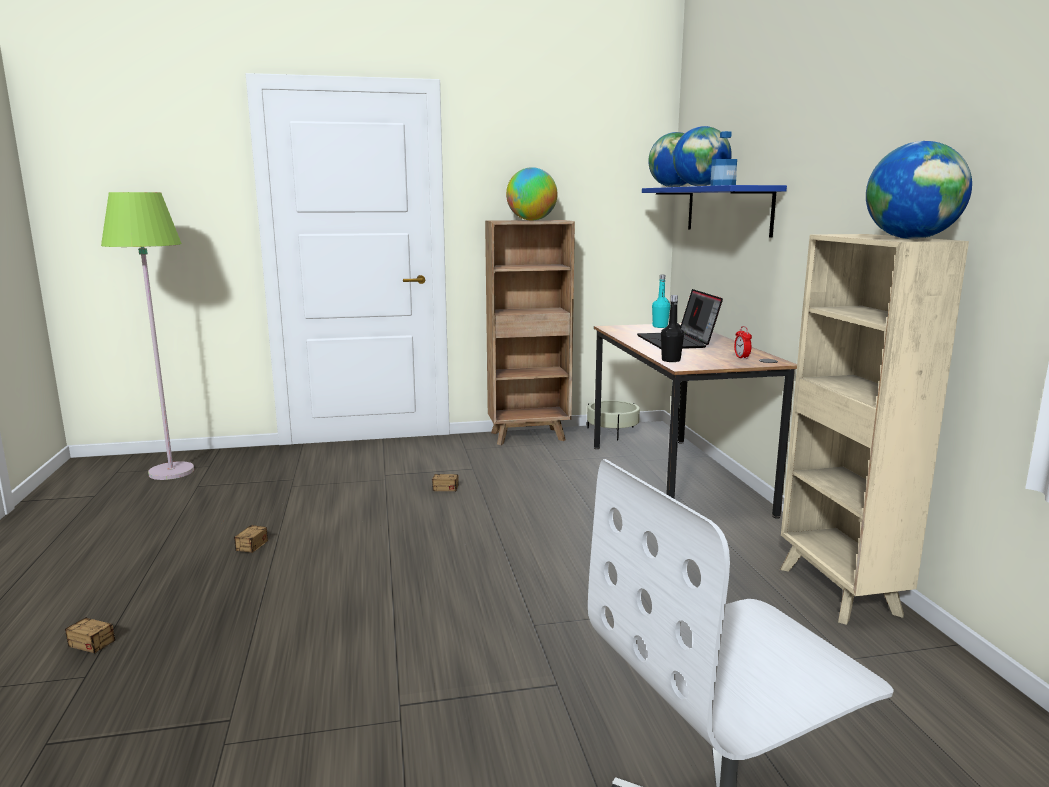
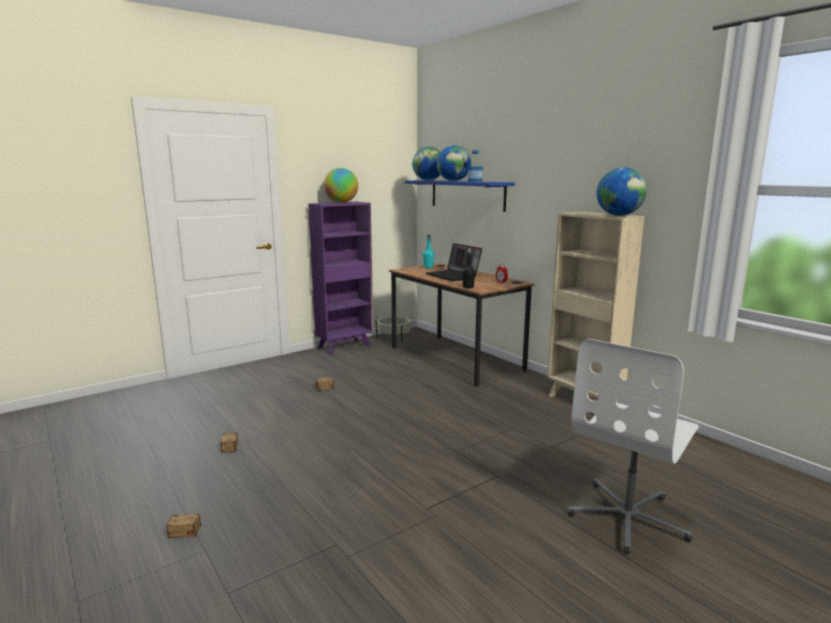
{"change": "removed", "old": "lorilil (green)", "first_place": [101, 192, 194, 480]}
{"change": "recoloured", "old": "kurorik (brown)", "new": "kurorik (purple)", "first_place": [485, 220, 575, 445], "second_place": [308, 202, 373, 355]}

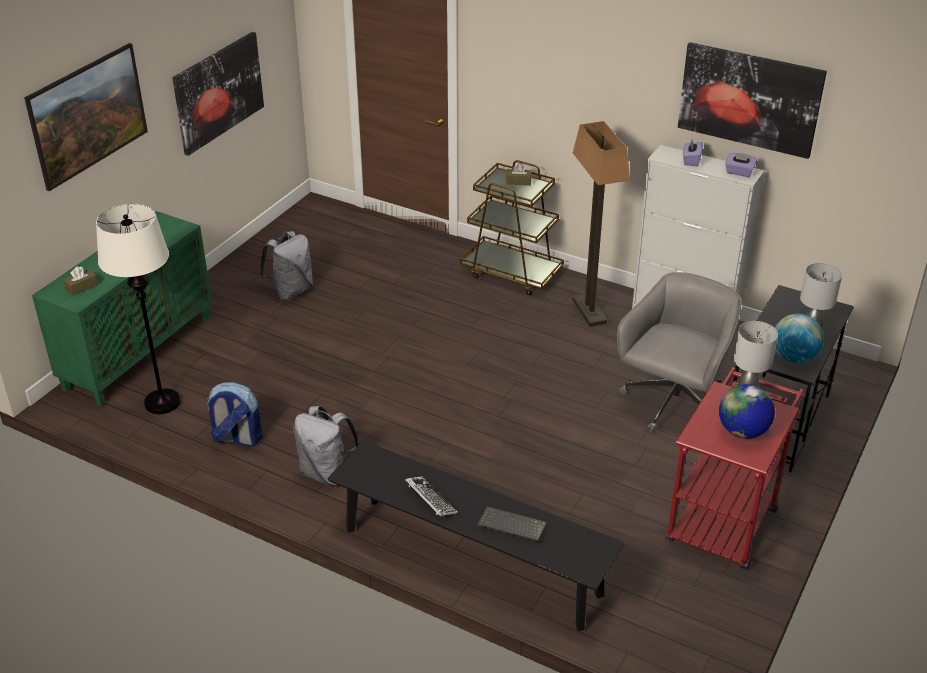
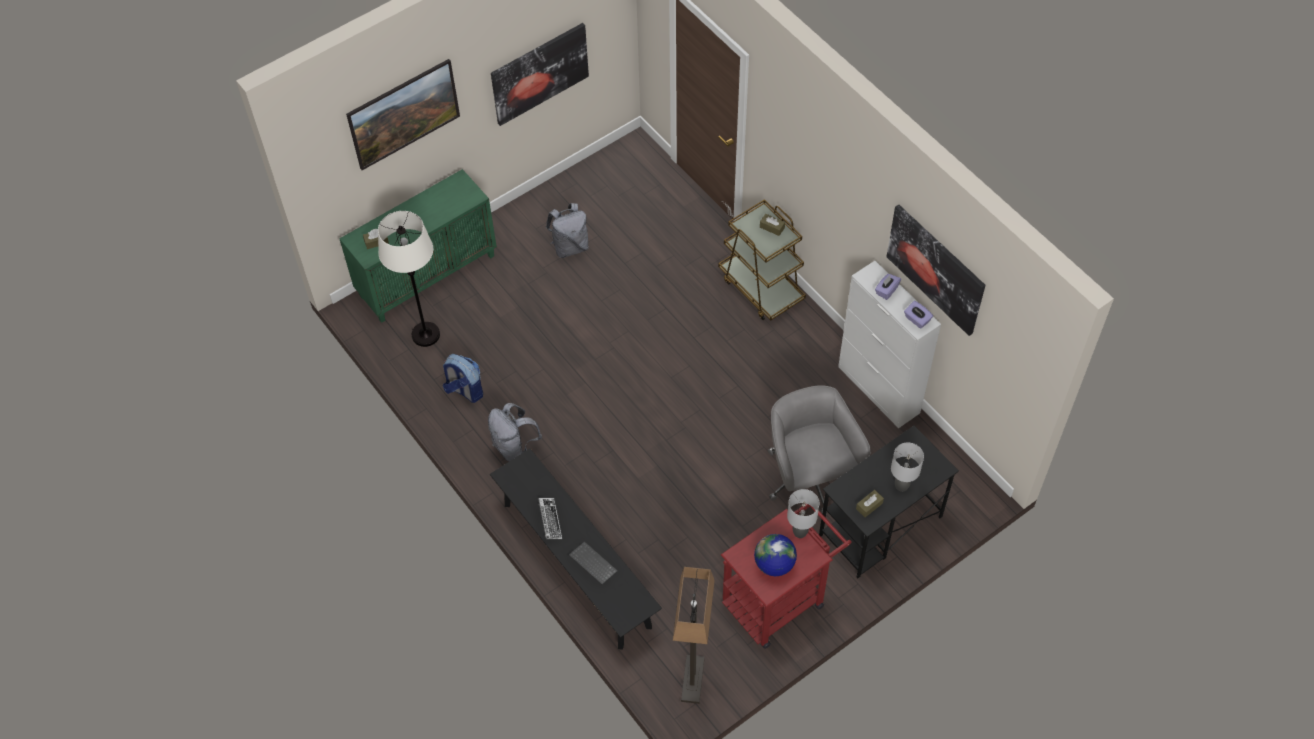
{"change": "moved", "old": "lorilil", "first_place": [572, 121, 630, 327], "second_place": [673, 567, 715, 704]}
{"change": "replaced", "old": "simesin", "new": "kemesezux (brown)", "first_place": [775, 314, 824, 363], "second_place": [856, 490, 884, 517]}
{"change": "turned", "old": "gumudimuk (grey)", "first_place": [617, 272, 741, 433], "second_place": [768, 385, 871, 515], "degrees": -75}

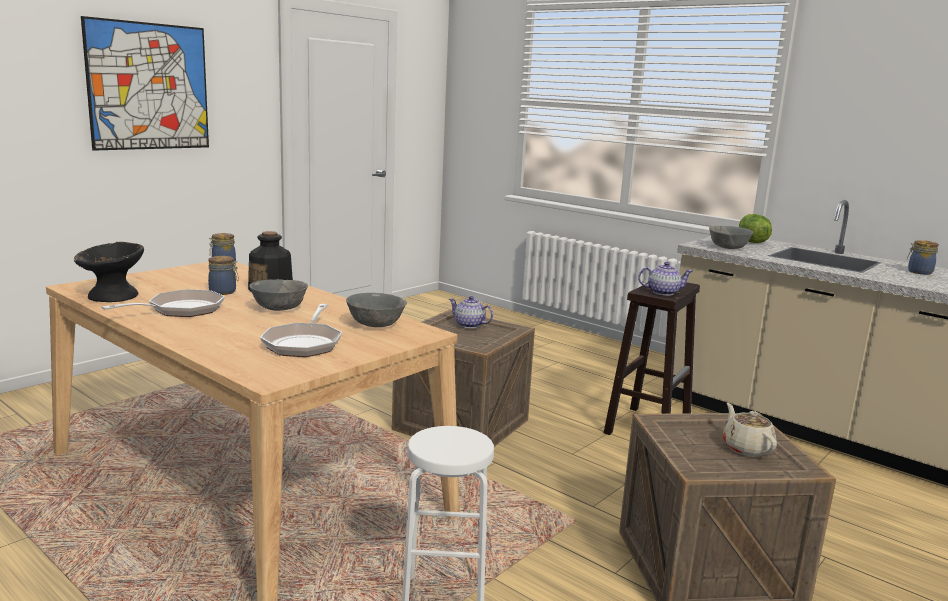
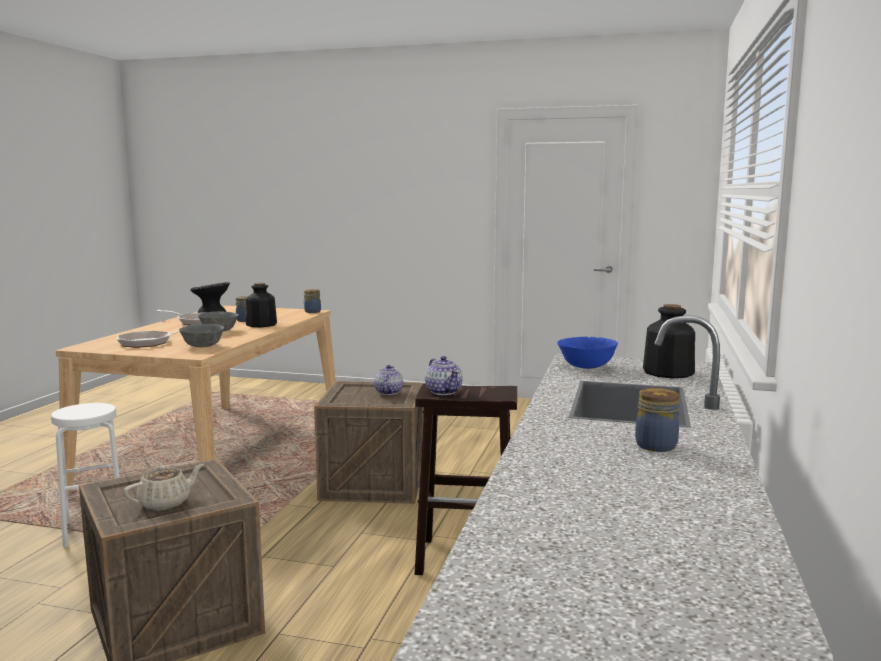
{"change": "removed", "old": "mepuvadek", "first_place": [81, 16, 209, 151]}
{"change": "replaced", "old": "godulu", "new": "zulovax", "first_place": [739, 214, 772, 243], "second_place": [643, 304, 695, 378]}
{"change": "recoloured", "old": "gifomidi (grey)", "new": "gifomidi (blue)", "first_place": [709, 226, 753, 249], "second_place": [557, 337, 618, 369]}

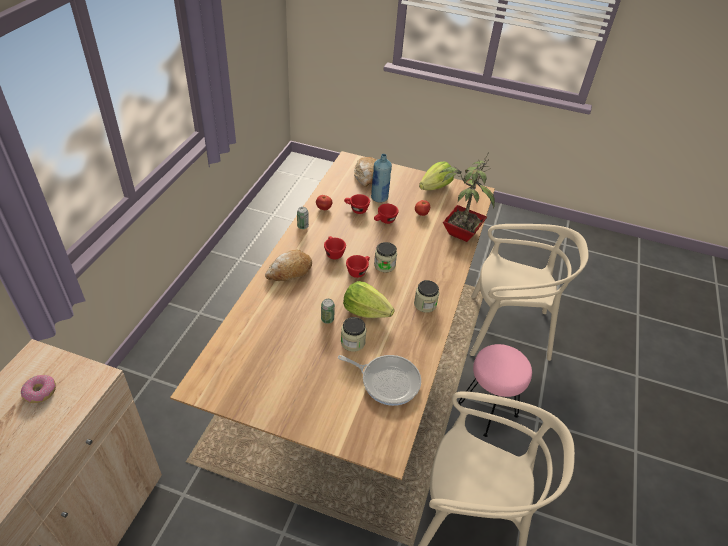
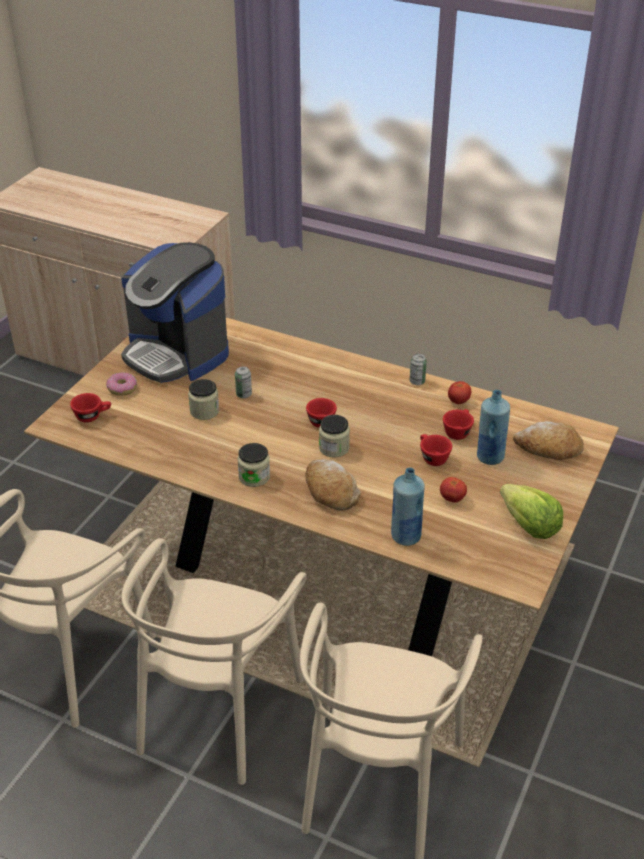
{"change": "removed", "old": "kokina", "first_place": [338, 355, 421, 406]}
{"change": "removed", "old": "godulu", "first_place": [343, 281, 395, 318]}
{"change": "added", "new": "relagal", "second_place": [121, 242, 229, 383]}
{"change": "moved", "old": "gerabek", "first_place": [21, 375, 56, 403], "second_place": [106, 372, 137, 396]}
{"change": "moved", "old": "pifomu", "first_place": [265, 249, 312, 281], "second_place": [306, 460, 360, 510]}
{"change": "moved", "old": "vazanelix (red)", "first_place": [324, 236, 346, 259], "second_place": [70, 393, 111, 423]}
{"change": "replaced", "old": "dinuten", "new": "zulovax (blue)", "first_place": [440, 152, 495, 242], "second_place": [391, 467, 425, 546]}
{"change": "replaced", "old": "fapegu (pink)", "new": "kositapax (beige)", "first_place": [459, 344, 532, 437], "second_place": [121, 538, 307, 785]}

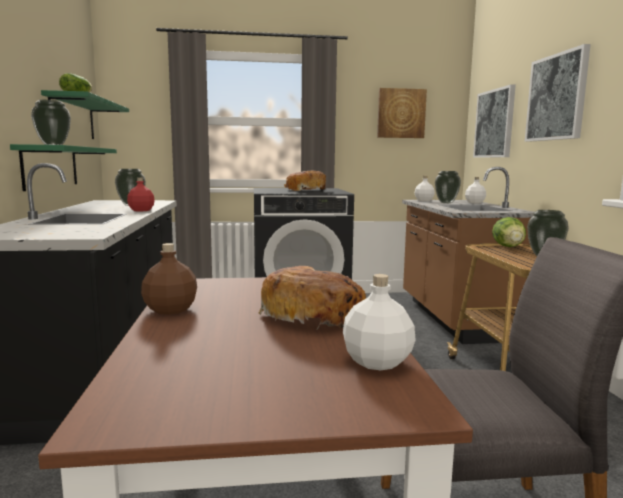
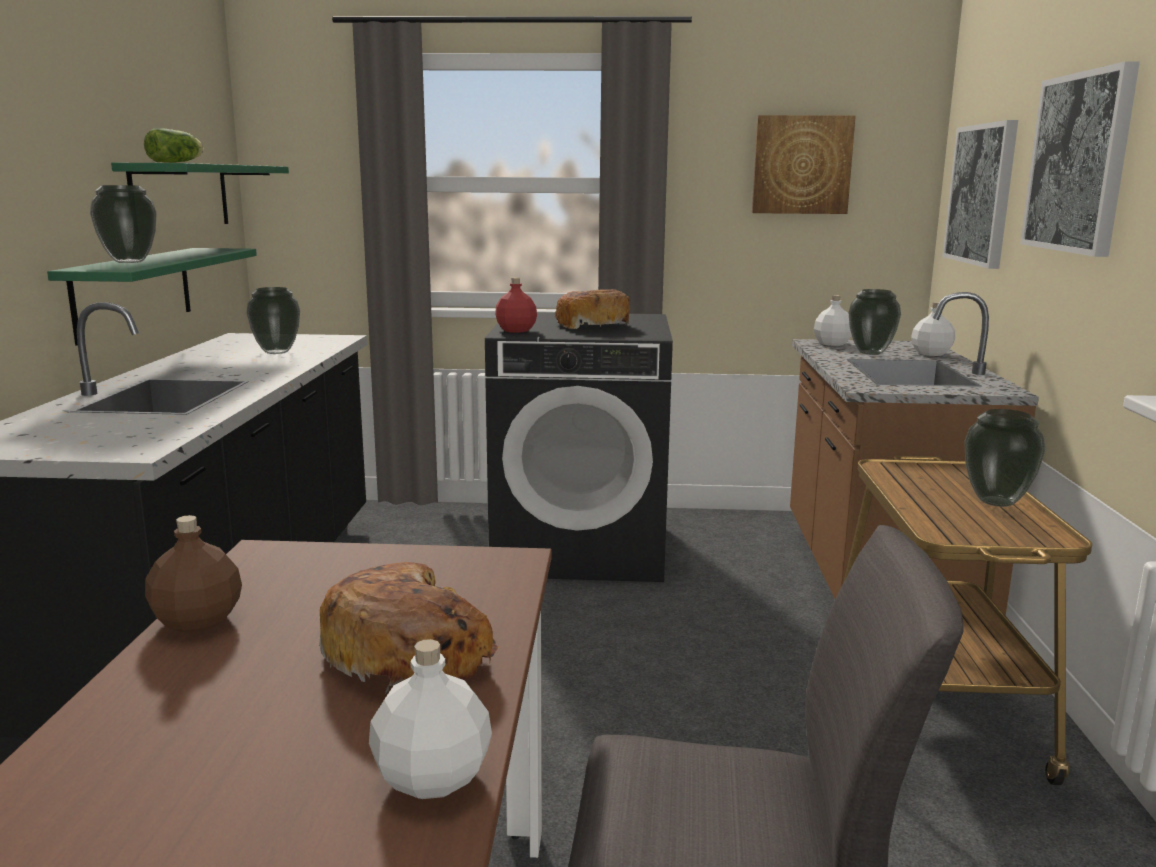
{"change": "removed", "old": "godulu", "first_place": [492, 217, 526, 247]}
{"change": "moved", "old": "zulovax (red)", "first_place": [127, 177, 155, 211], "second_place": [495, 277, 537, 333]}

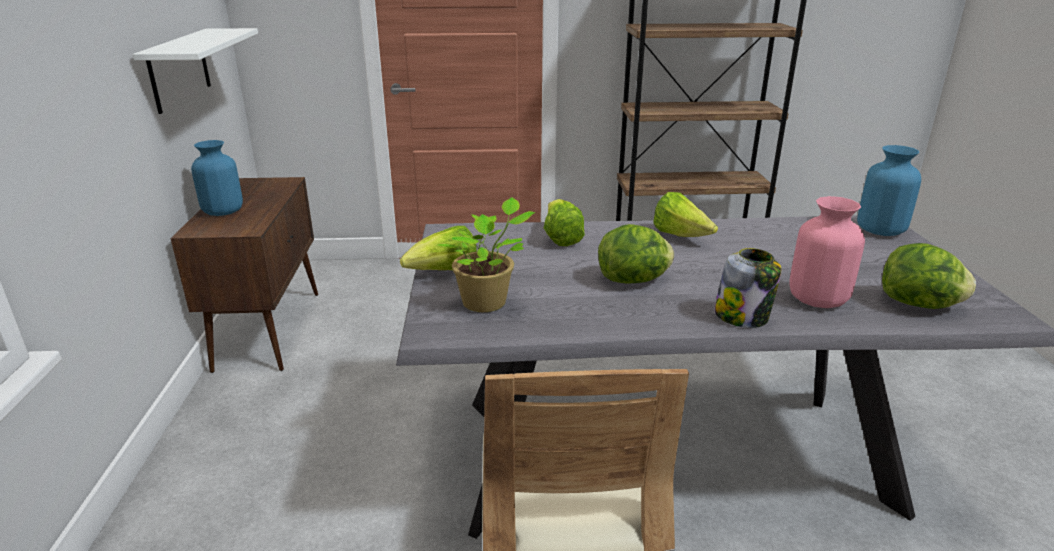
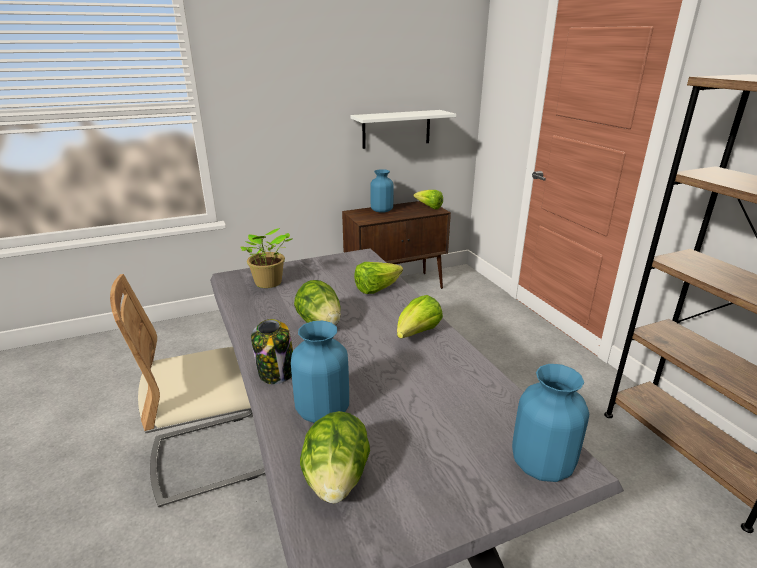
{"change": "moved", "old": "godulu", "first_place": [400, 226, 477, 270], "second_place": [414, 190, 443, 209]}
{"change": "recoloured", "old": "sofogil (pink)", "new": "sofogil (blue)", "first_place": [789, 196, 865, 308], "second_place": [291, 321, 349, 423]}

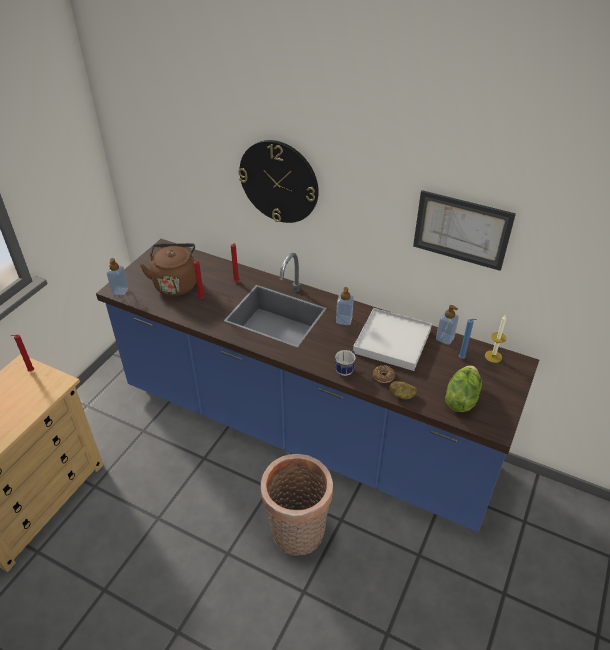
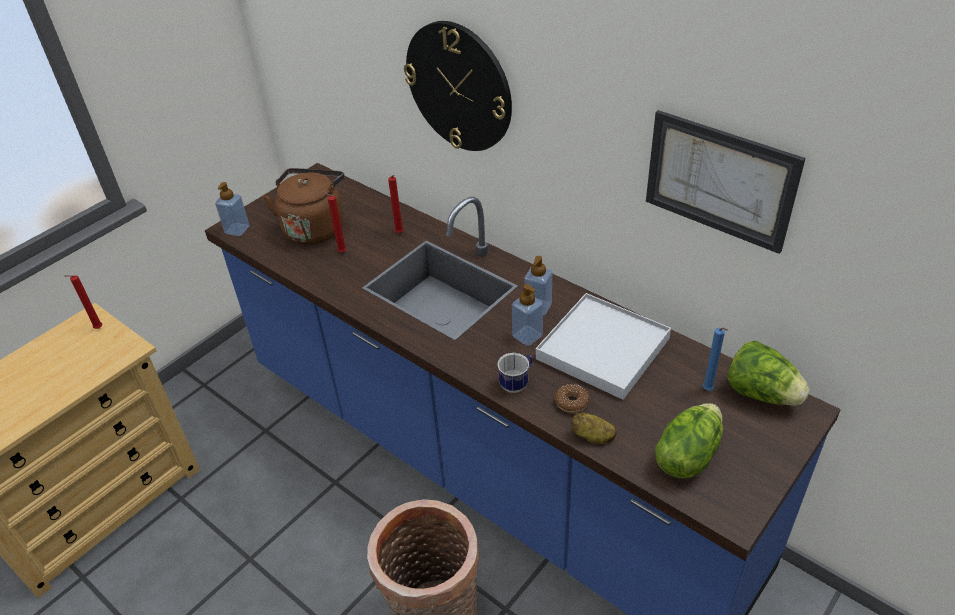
{"change": "moved", "old": "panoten", "first_place": [436, 305, 459, 345], "second_place": [512, 284, 543, 346]}
{"change": "replaced", "old": "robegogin", "new": "godulu", "first_place": [485, 316, 507, 363], "second_place": [728, 341, 810, 406]}

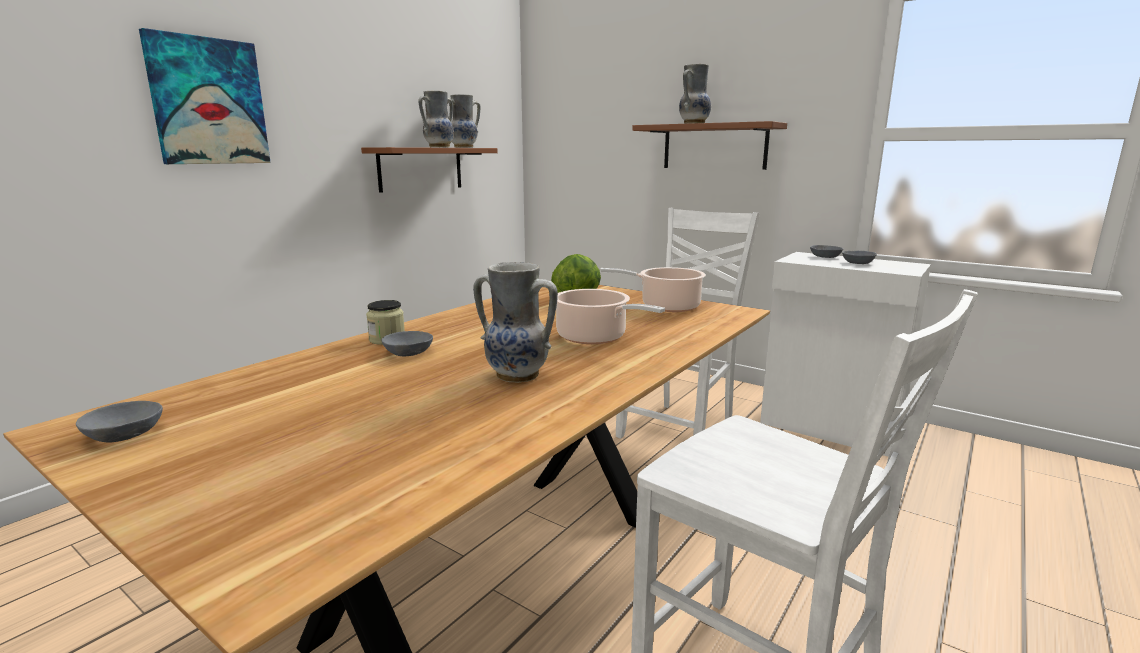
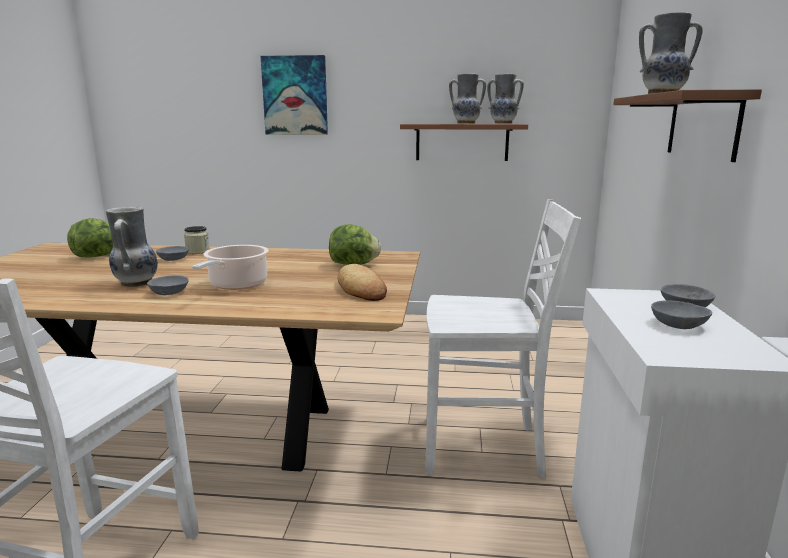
{"change": "added", "new": "godulu", "second_place": [67, 218, 113, 258]}
{"change": "moved", "old": "gifomidi (grey)", "first_place": [76, 401, 163, 443], "second_place": [147, 275, 189, 295]}
{"change": "replaced", "old": "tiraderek", "new": "pifomu", "first_place": [600, 267, 706, 312], "second_place": [338, 264, 387, 301]}

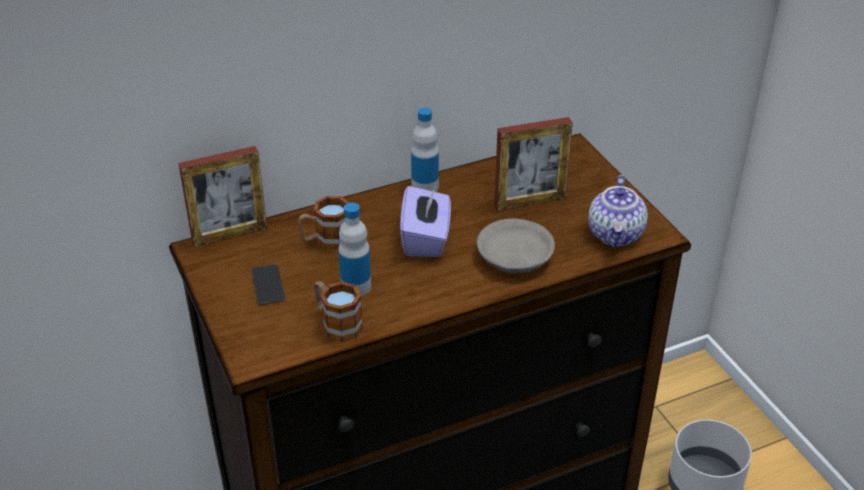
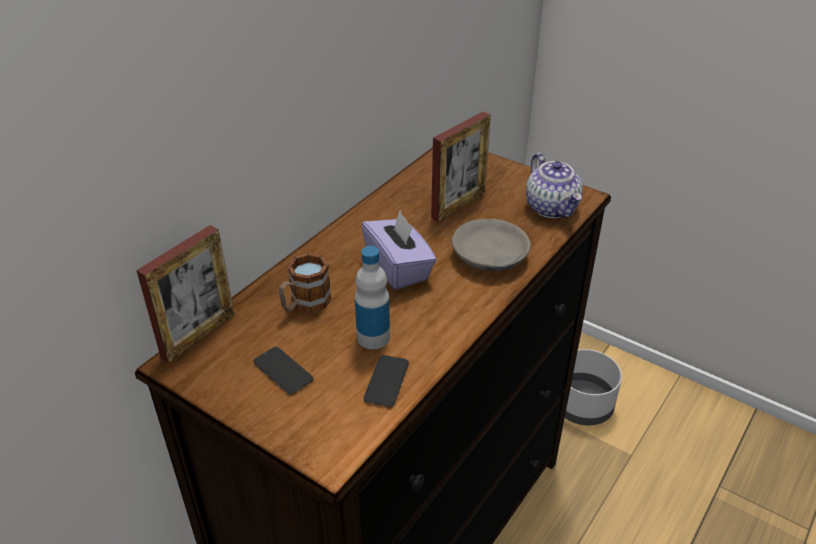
{"change": "removed", "old": "zulovax", "first_place": [411, 107, 439, 192]}
{"change": "replaced", "old": "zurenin", "new": "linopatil", "first_place": [314, 281, 363, 342], "second_place": [363, 355, 409, 407]}

